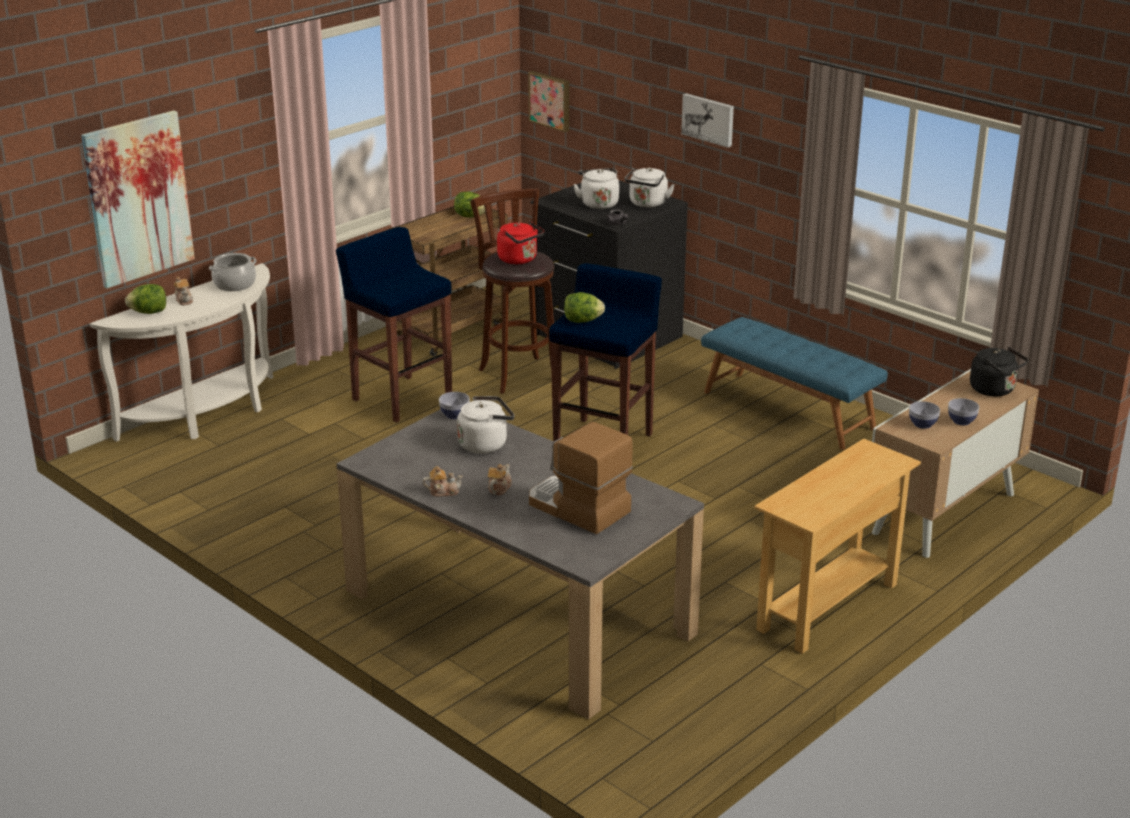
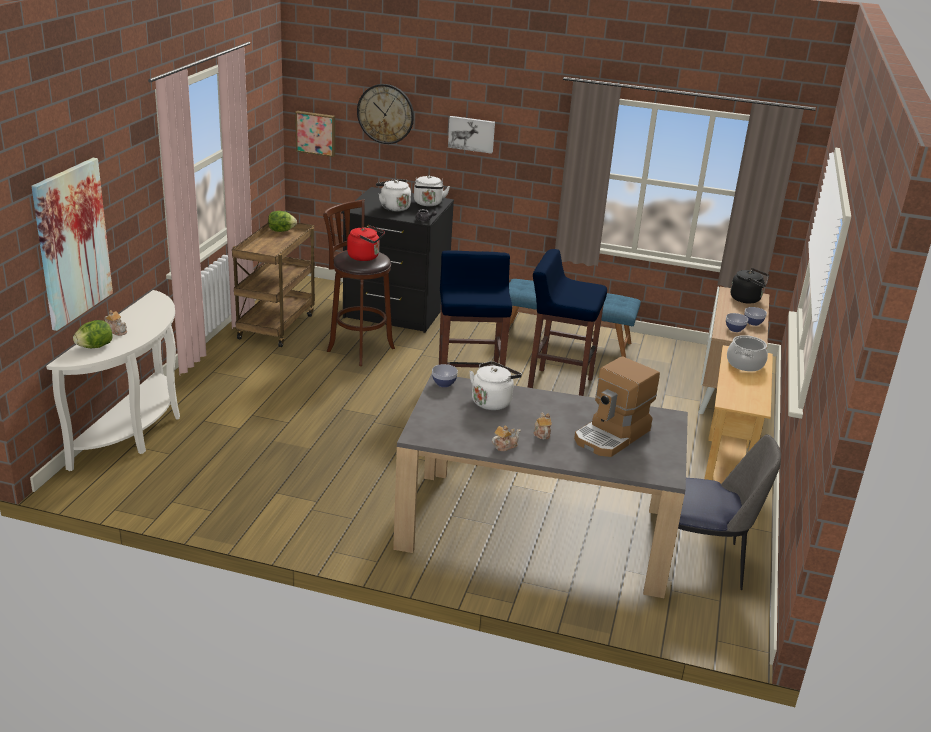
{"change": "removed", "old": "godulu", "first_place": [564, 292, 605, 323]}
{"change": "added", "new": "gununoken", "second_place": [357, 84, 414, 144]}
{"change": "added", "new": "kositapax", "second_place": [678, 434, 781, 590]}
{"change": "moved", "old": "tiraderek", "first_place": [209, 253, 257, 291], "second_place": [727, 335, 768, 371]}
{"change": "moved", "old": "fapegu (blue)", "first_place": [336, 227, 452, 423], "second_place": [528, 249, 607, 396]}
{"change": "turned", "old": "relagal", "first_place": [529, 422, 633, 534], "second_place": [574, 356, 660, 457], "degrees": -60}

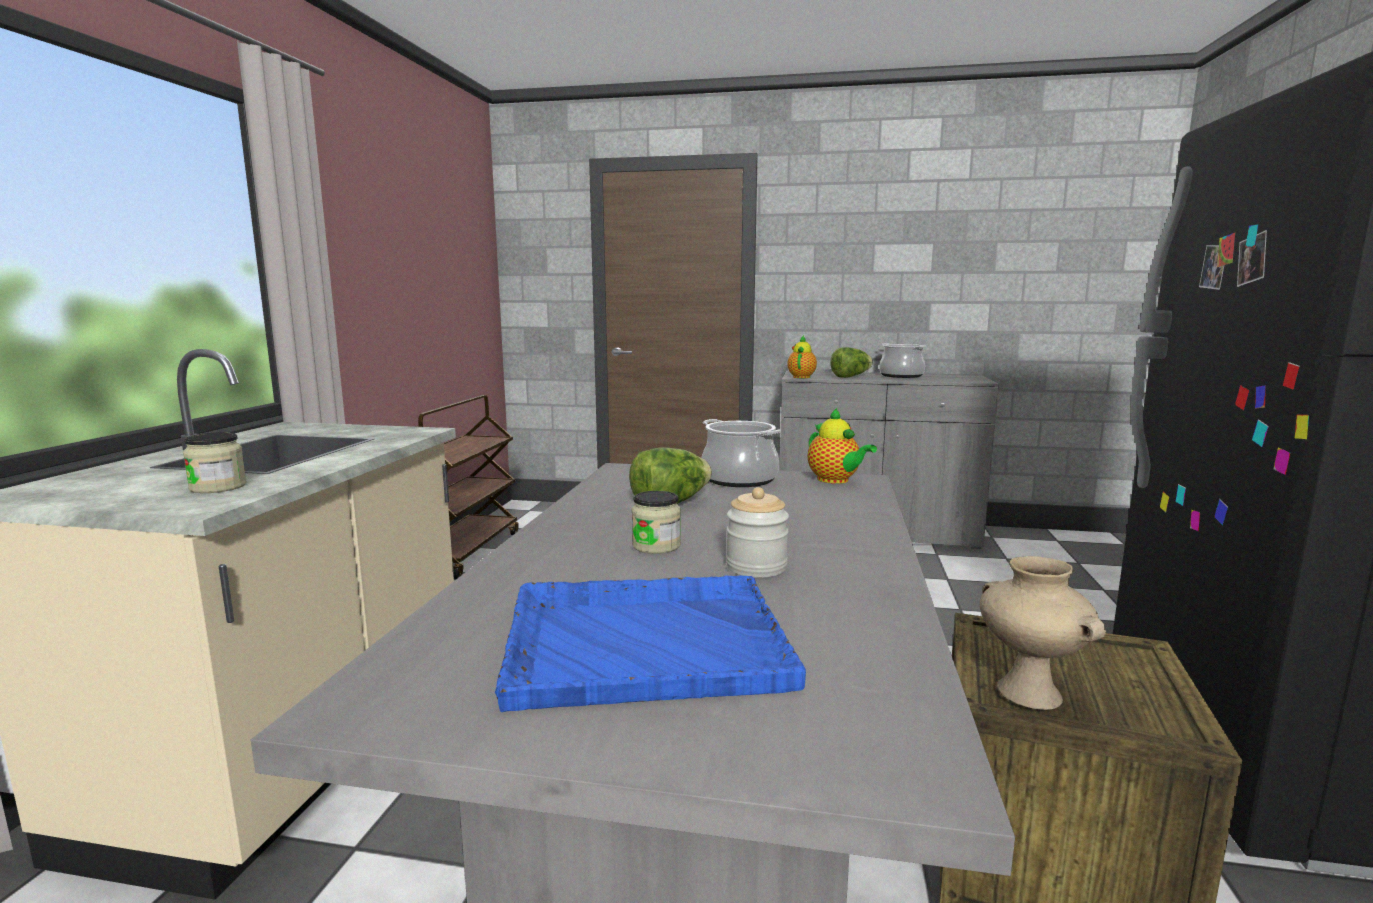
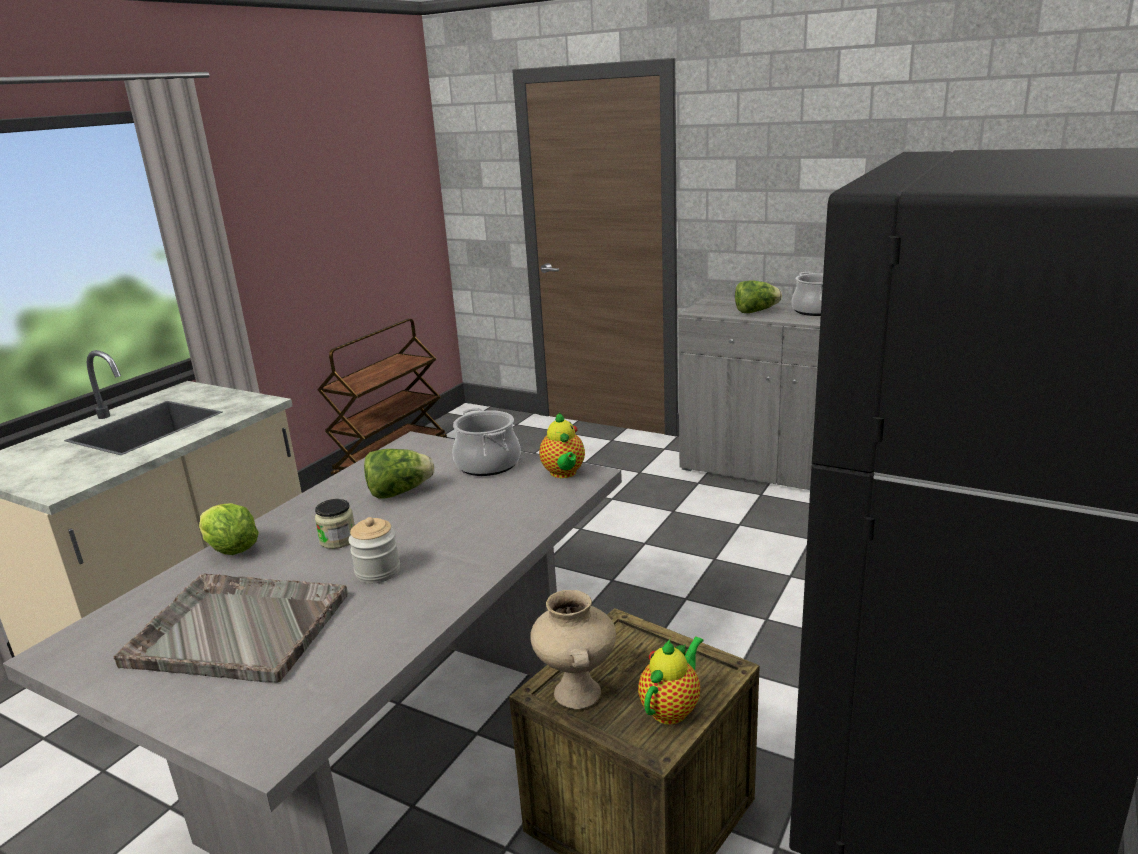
{"change": "removed", "old": "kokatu", "first_place": [183, 432, 247, 493]}
{"change": "added", "new": "godulu", "second_place": [199, 503, 259, 555]}
{"change": "moved", "old": "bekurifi", "first_place": [787, 335, 817, 378], "second_place": [638, 636, 704, 725]}
{"change": "recoloured", "old": "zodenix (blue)", "new": "zodenix (grey)", "first_place": [495, 575, 806, 712], "second_place": [114, 574, 347, 683]}

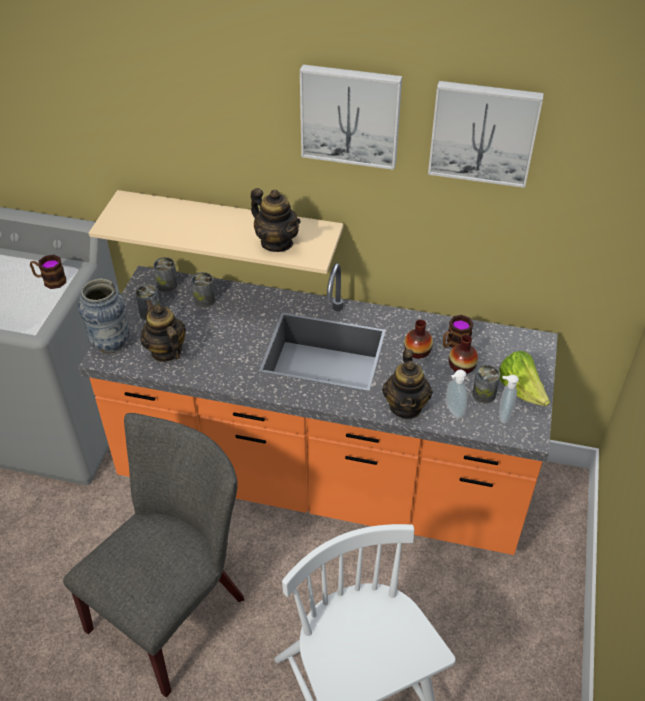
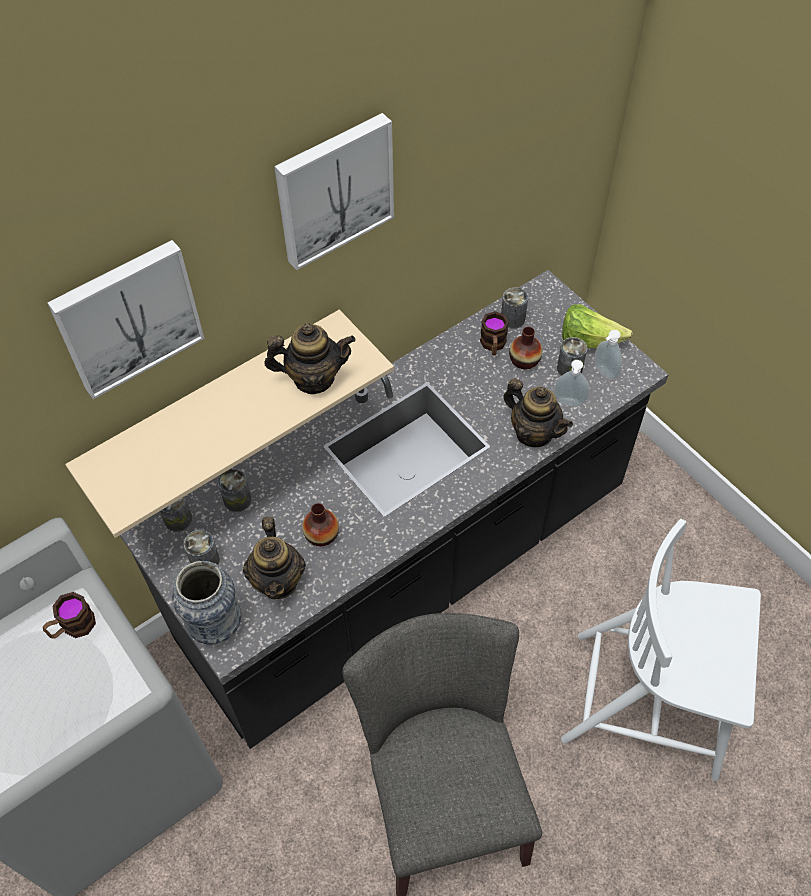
{"change": "added", "new": "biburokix", "second_place": [501, 287, 528, 329]}
{"change": "moved", "old": "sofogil", "first_place": [404, 320, 433, 359], "second_place": [302, 503, 339, 546]}
{"change": "moved", "old": "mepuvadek", "first_place": [428, 81, 544, 188], "second_place": [47, 240, 204, 399]}
{"change": "recoloured", "old": "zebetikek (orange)", "new": "zebetikek (black)", "first_place": [78, 263, 558, 555], "second_place": [120, 270, 669, 749]}
{"change": "turned", "old": "bekurifi", "first_place": [140, 299, 186, 362], "second_place": [243, 517, 306, 599], "degrees": -105}

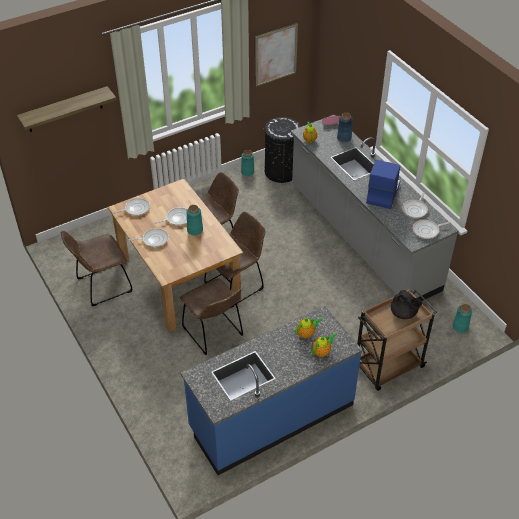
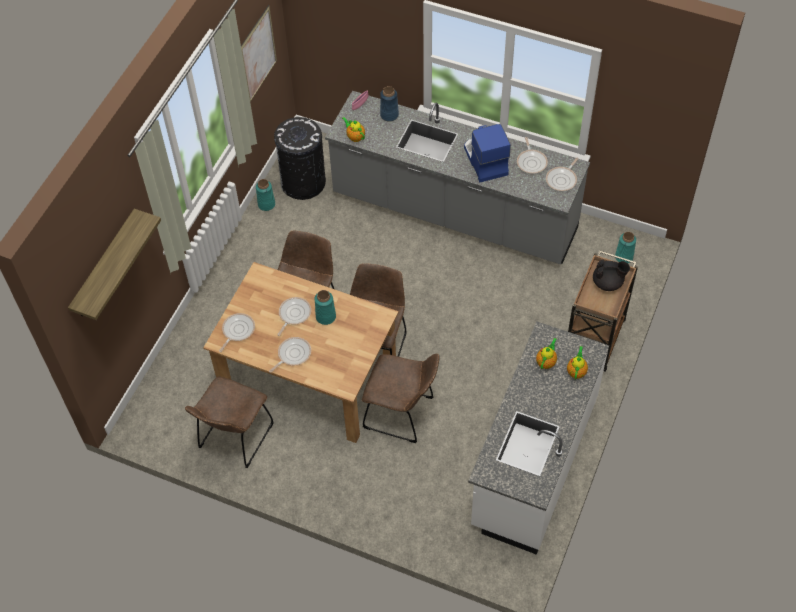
{"change": "recoloured", "old": "zebetikek (blue)", "new": "zebetikek (white)", "first_place": [181, 306, 362, 475], "second_place": [468, 321, 609, 555]}

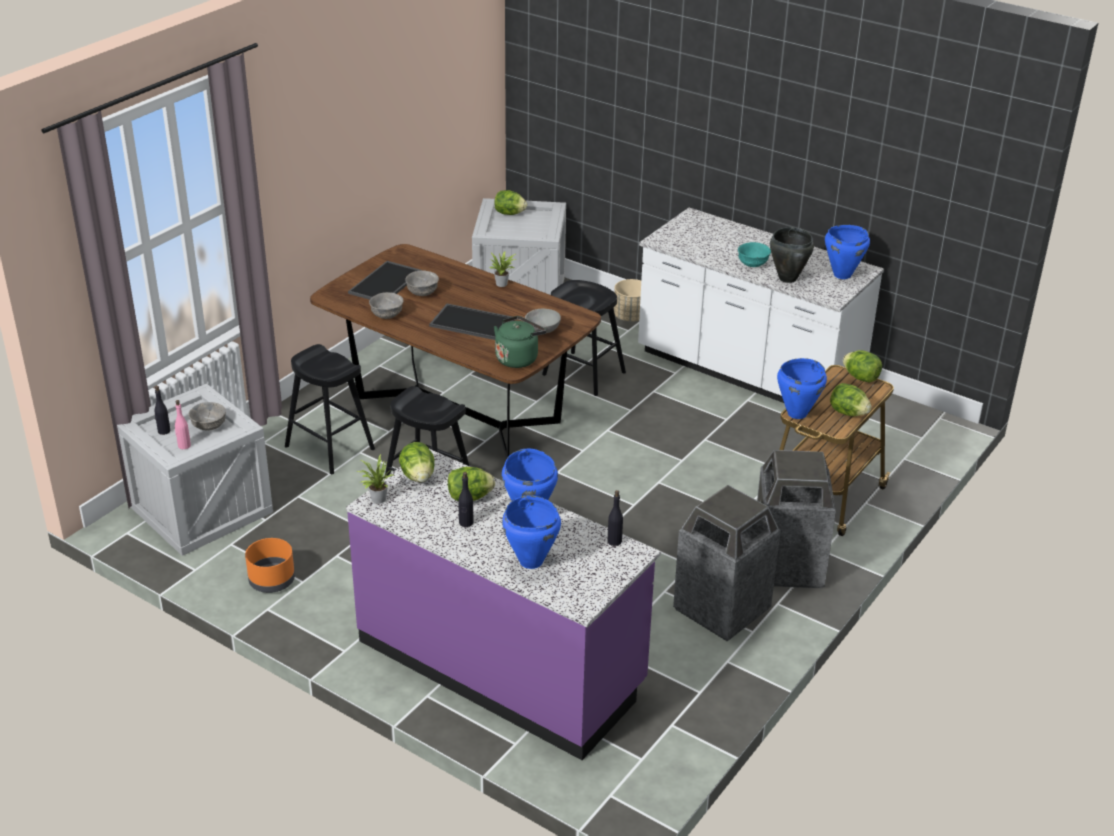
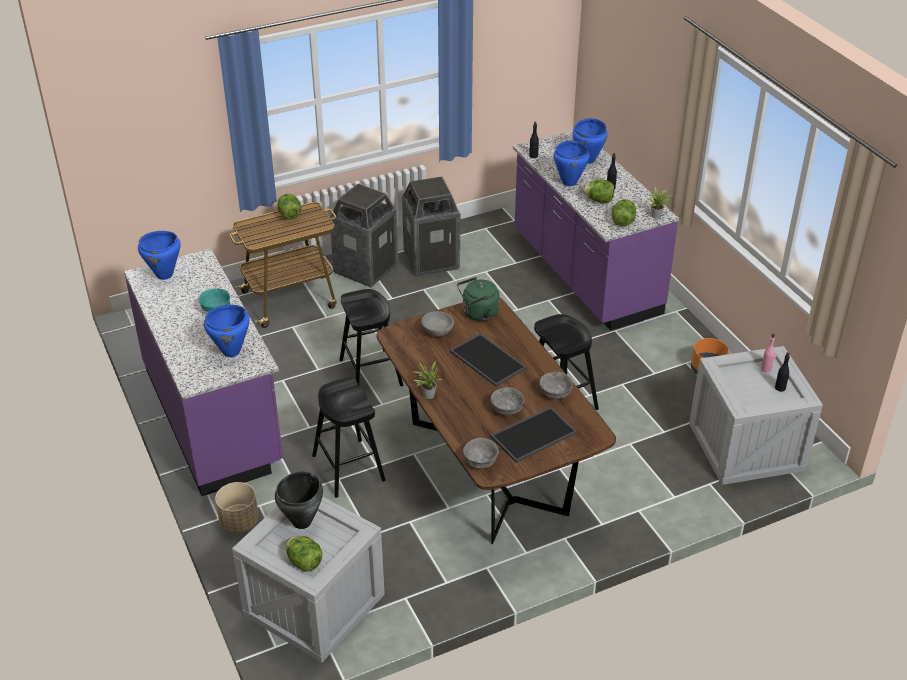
{"change": "removed", "old": "godulu", "first_place": [843, 350, 882, 383]}
{"change": "moved", "old": "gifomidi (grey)", "first_place": [189, 402, 226, 431], "second_place": [463, 438, 499, 469]}
{"change": "moved", "old": "fapegu (black)", "first_place": [285, 344, 375, 474], "second_place": [340, 289, 403, 386]}
{"change": "moved", "old": "tiraderek (black)", "first_place": [770, 227, 814, 283], "second_place": [275, 471, 323, 529]}
{"change": "moved", "old": "tiraderek (blue)", "first_place": [777, 358, 827, 419], "second_place": [204, 305, 250, 357]}
{"change": "recoloured", "old": "zebetikek (white)", "new": "zebetikek (purple)", "first_place": [638, 208, 884, 416], "second_place": [124, 249, 283, 496]}

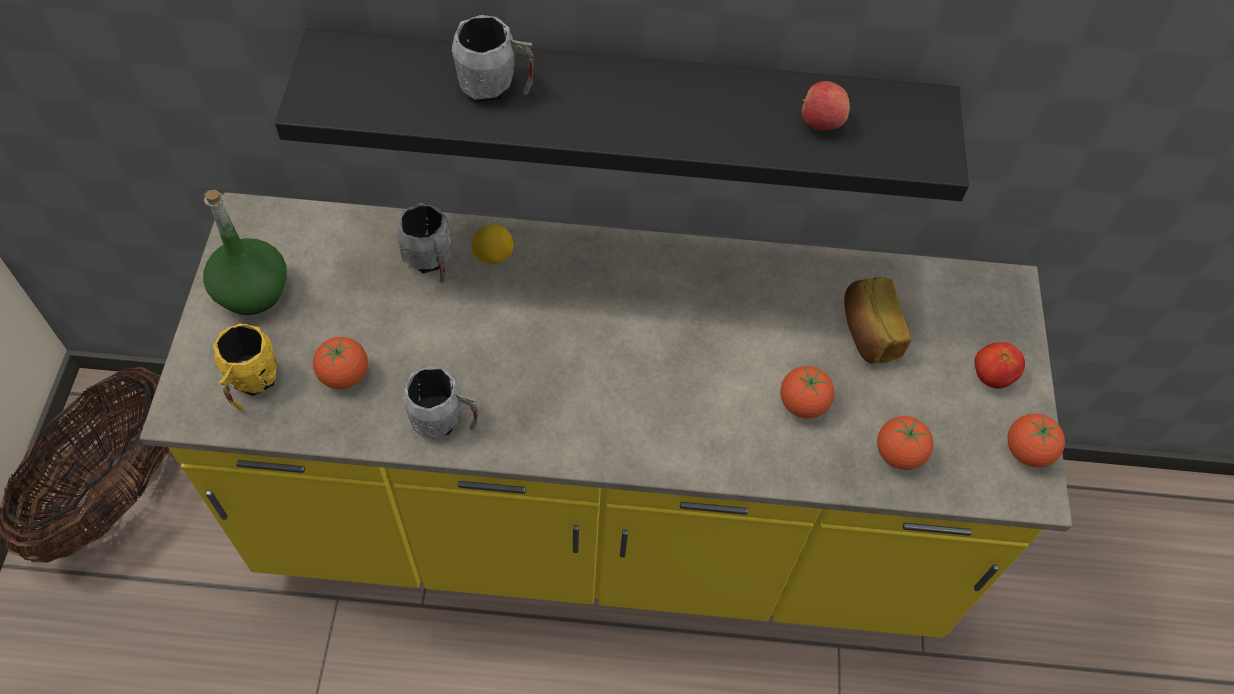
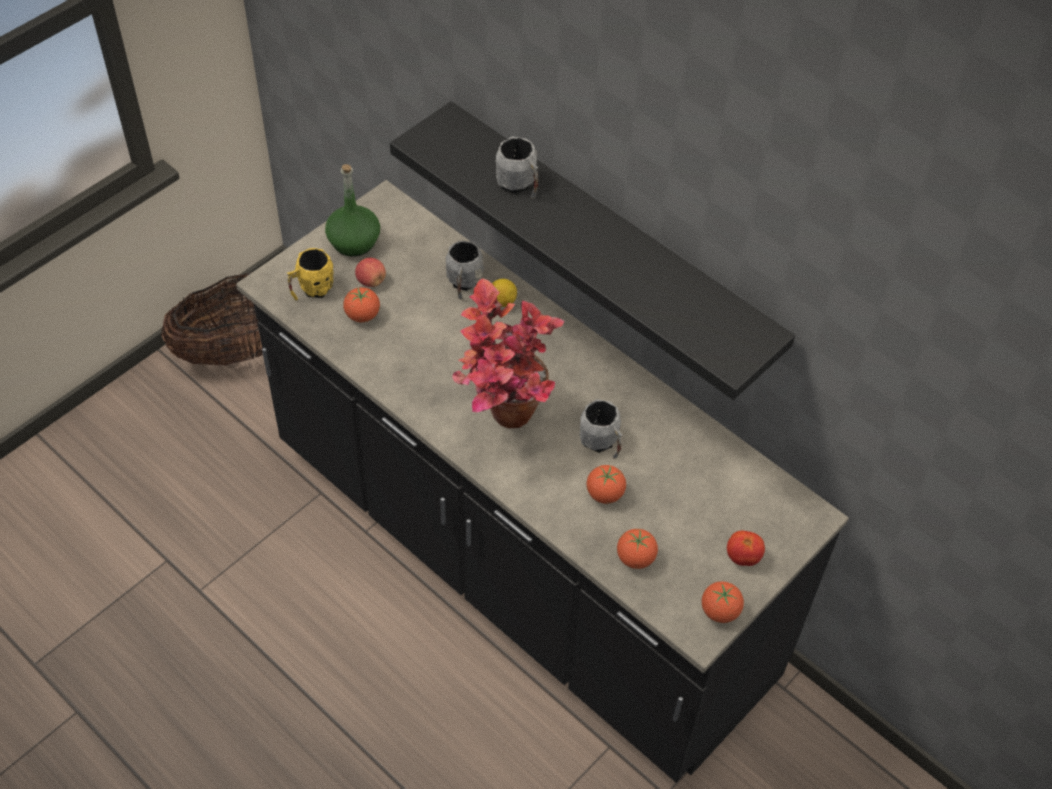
{"change": "removed", "old": "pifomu", "first_place": [844, 277, 911, 364]}
{"change": "added", "new": "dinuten", "second_place": [452, 278, 565, 428]}
{"change": "moved", "old": "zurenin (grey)", "first_place": [403, 366, 478, 438], "second_place": [580, 399, 622, 459]}
{"change": "moved", "old": "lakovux", "first_place": [802, 81, 850, 131], "second_place": [355, 258, 386, 287]}
{"change": "recoloured", "old": "zebetikek (yellow)", "new": "zebetikek (black)", "first_place": [140, 192, 1072, 638], "second_place": [236, 180, 849, 783]}

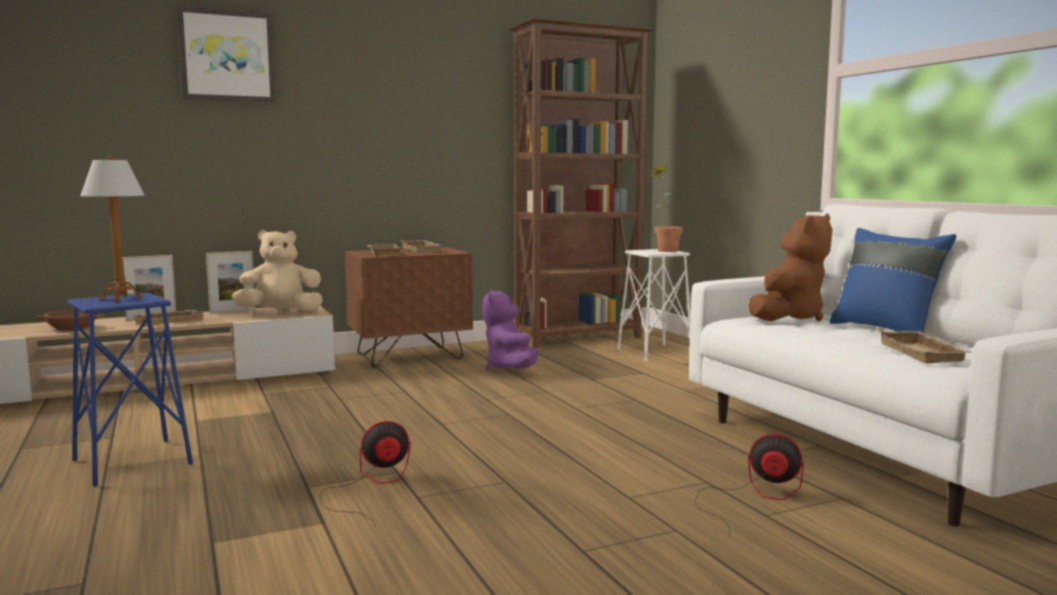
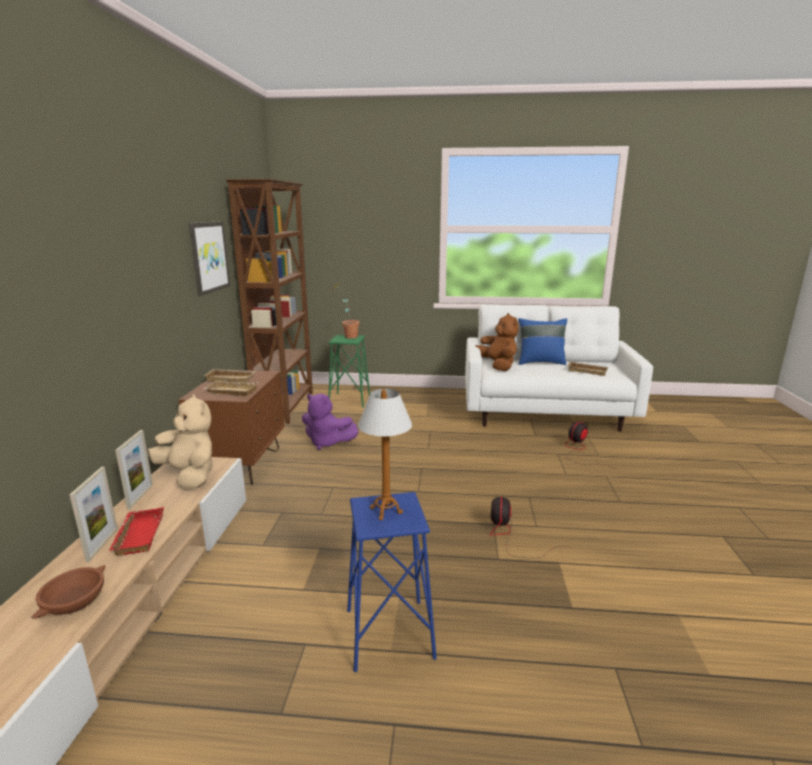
{"change": "moved", "old": "mepuvadek", "first_place": [176, 5, 276, 103], "second_place": [189, 221, 230, 296]}
{"change": "recoloured", "old": "zodenix (beige)", "new": "zodenix (red)", "first_place": [131, 310, 205, 327], "second_place": [109, 507, 164, 556]}
{"change": "recoloured", "old": "fapegu (white)", "new": "fapegu (green)", "first_place": [617, 249, 691, 361], "second_place": [328, 335, 370, 408]}
{"change": "turned", "old": "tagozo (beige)", "first_place": [232, 230, 323, 312], "second_place": [147, 394, 213, 489], "degrees": 120}

